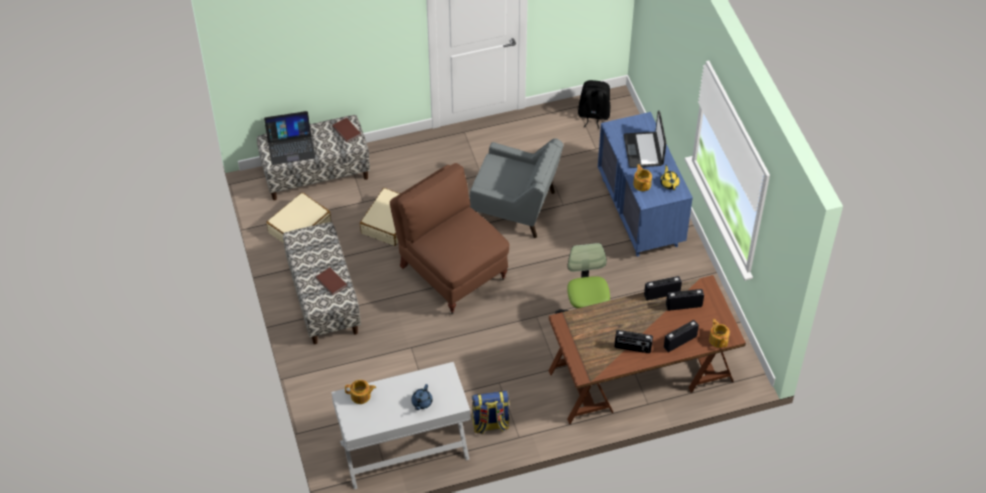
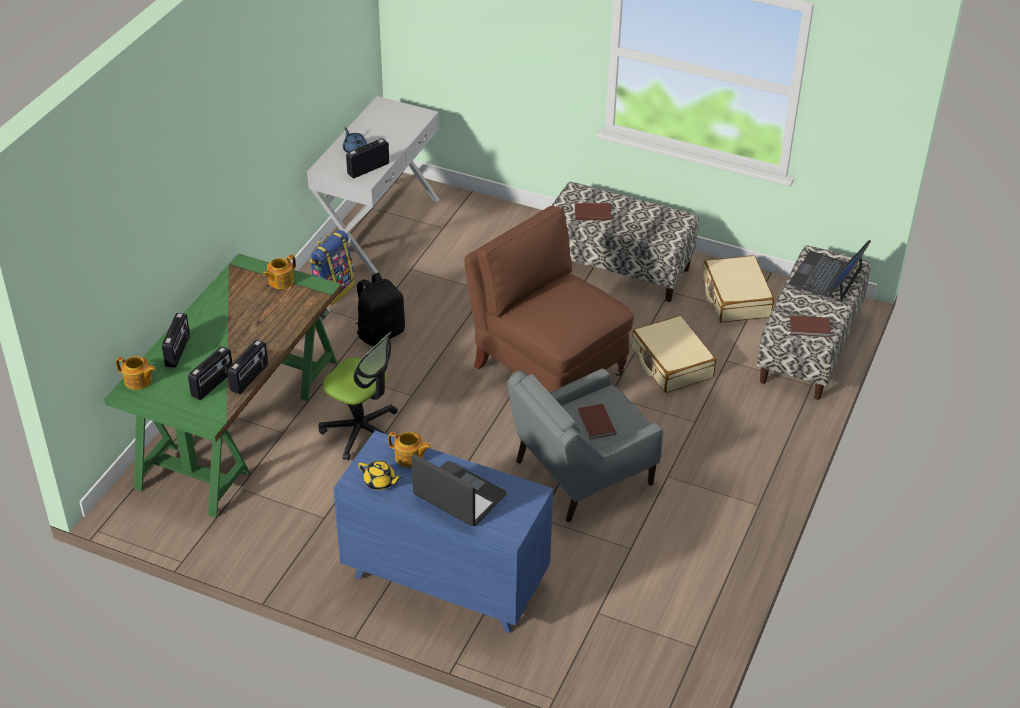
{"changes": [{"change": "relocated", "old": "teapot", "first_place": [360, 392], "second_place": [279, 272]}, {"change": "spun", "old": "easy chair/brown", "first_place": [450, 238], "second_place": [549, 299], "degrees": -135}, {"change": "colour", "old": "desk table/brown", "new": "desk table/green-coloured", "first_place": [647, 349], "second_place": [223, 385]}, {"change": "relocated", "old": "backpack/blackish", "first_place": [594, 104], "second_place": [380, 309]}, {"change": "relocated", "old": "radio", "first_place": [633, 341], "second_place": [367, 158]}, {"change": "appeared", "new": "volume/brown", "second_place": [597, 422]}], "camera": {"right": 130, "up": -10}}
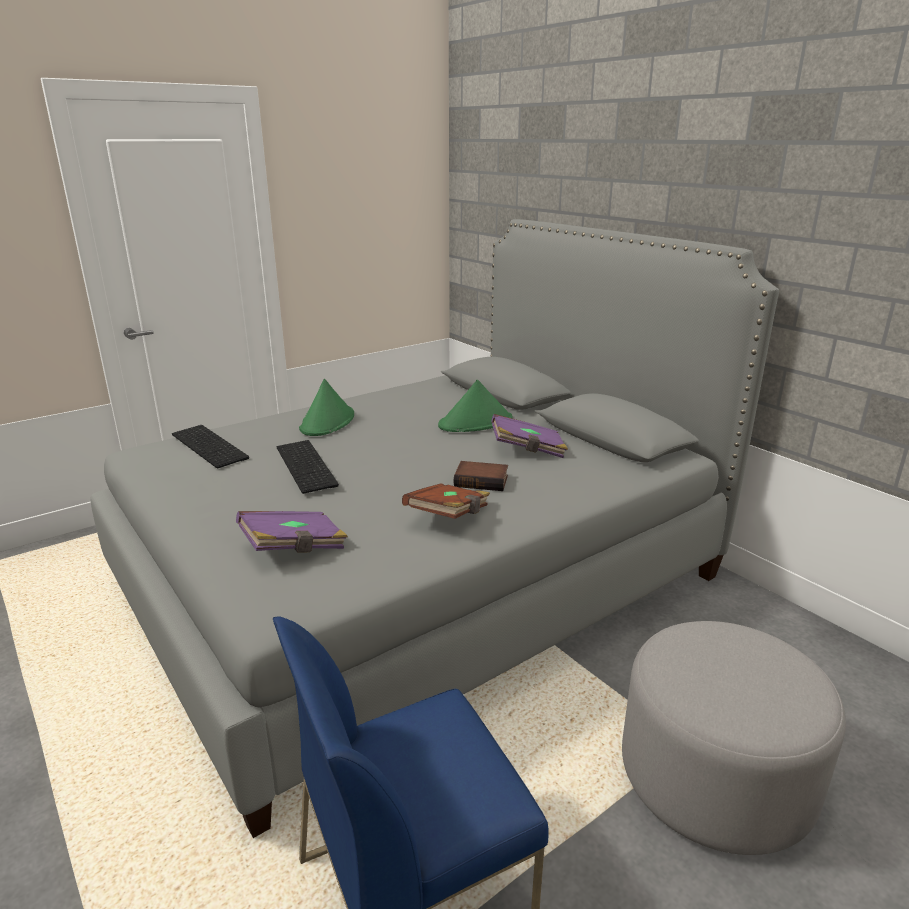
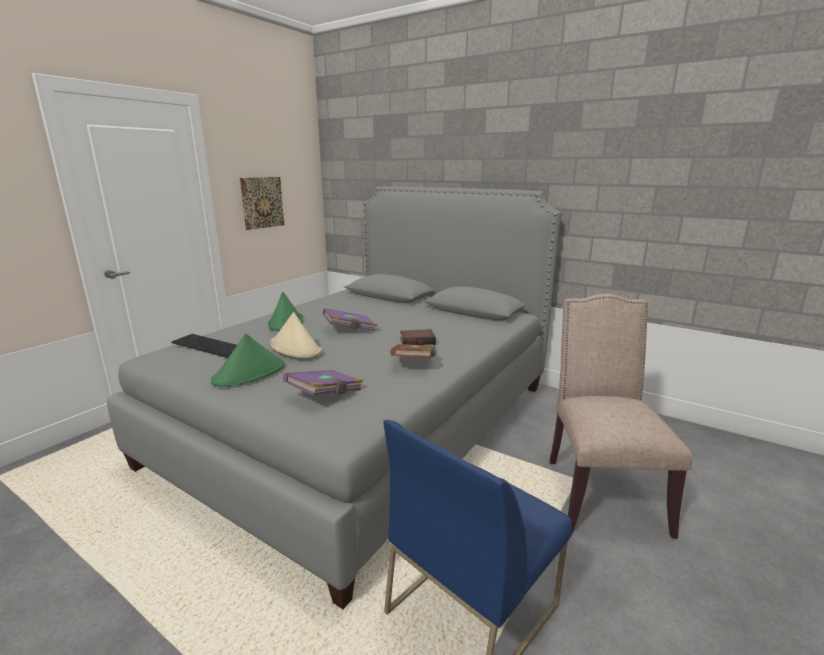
{"changes": [{"change": "exchanged", "old": "keyboard", "new": "hat/beige", "first_place": [308, 467], "second_place": [295, 335]}, {"change": "relocated", "old": "hat/green-coloured", "first_place": [475, 406], "second_place": [248, 360]}, {"change": "relocated", "old": "volume/purple-coloured", "first_place": [529, 436], "second_place": [349, 319]}, {"change": "exchanged", "old": "pouffe/gray", "new": "chair/beige", "first_place": [734, 738], "second_place": [621, 416]}, {"change": "appeared", "new": "picture", "second_place": [262, 203]}], "camera": {"right": -20, "up": -5}}
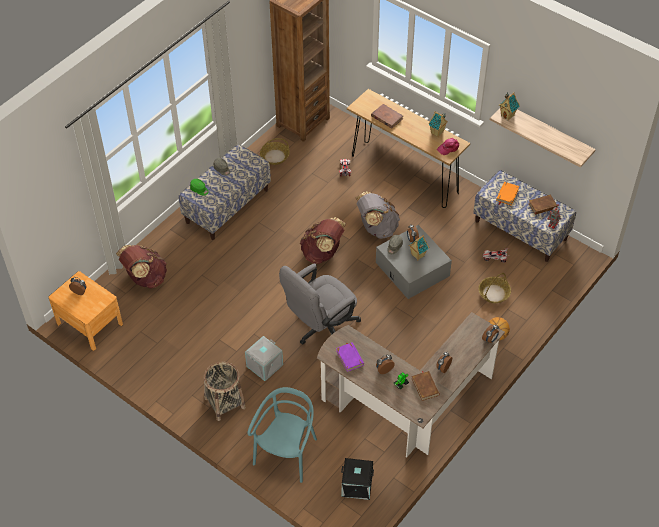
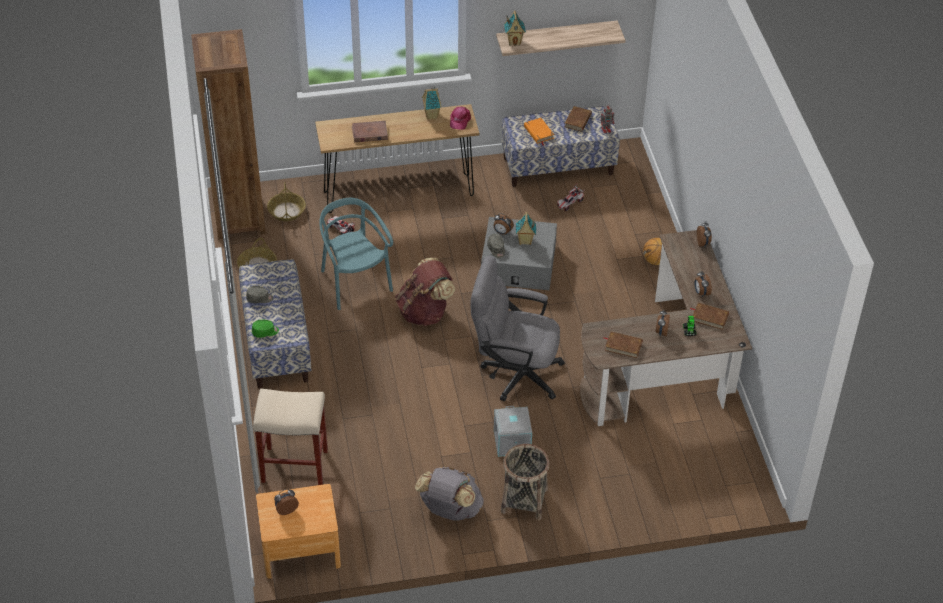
{"changes": [{"change": "exchanged", "old": "backpack/brown", "new": "stool/beige", "first_place": [141, 266], "second_place": [290, 437]}, {"change": "relocated", "old": "chair/turquoise-coloured", "first_place": [282, 435], "second_place": [356, 254]}, {"change": "spun", "old": "desk chair/gray", "first_place": [320, 304], "second_place": [518, 328], "degrees": 105}, {"change": "colour", "old": "volume/purple-coloured", "new": "volume/brown", "first_place": [350, 357], "second_place": [623, 344]}, {"change": "missing", "old": "storage box/blackish", "first_place": [357, 479]}, {"change": "relocated", "old": "backpack/gray", "first_place": [377, 215], "second_place": [449, 493]}, {"change": "relocated", "old": "storage basket", "first_place": [494, 288], "second_place": [286, 201]}], "camera": {"right": -50, "up": -5}}
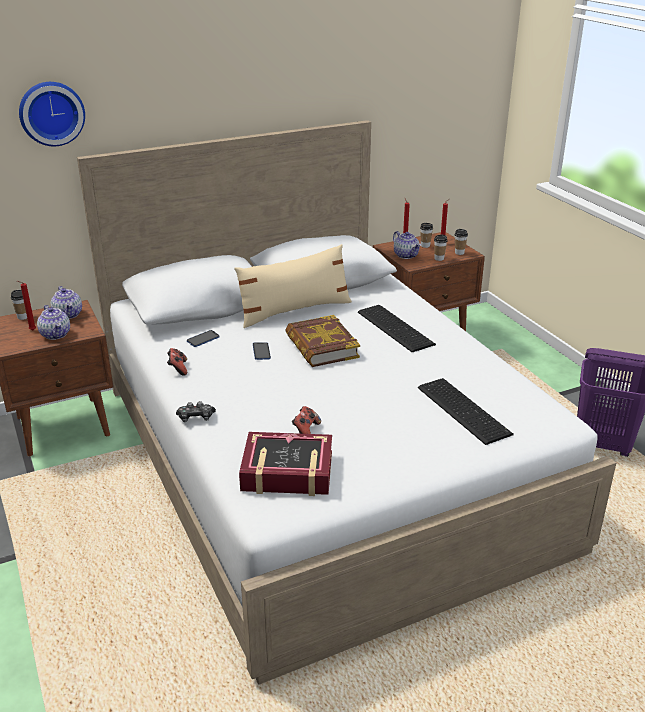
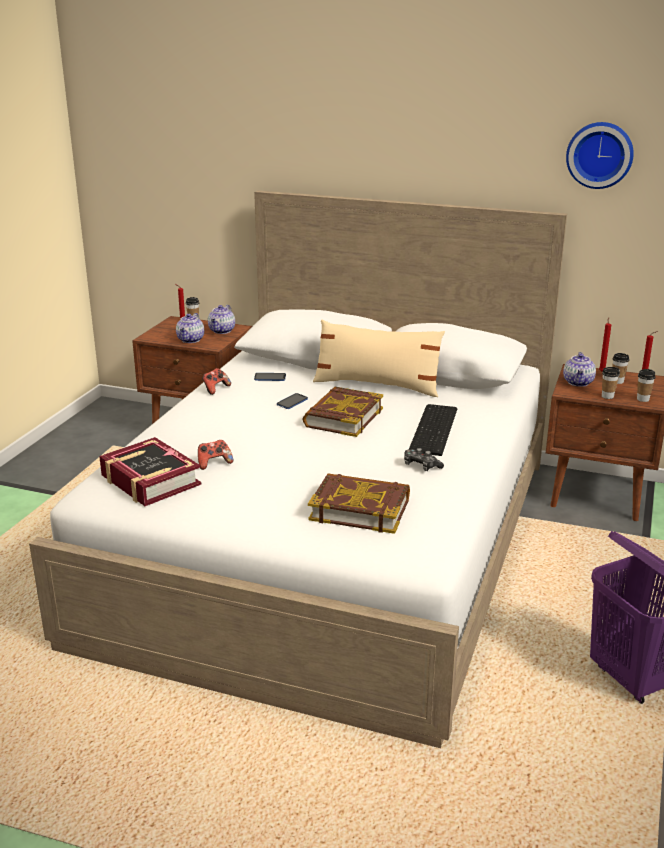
{"changes": [{"change": "relocated", "old": "wall clock", "first_place": [52, 114], "second_place": [600, 155]}, {"change": "relocated", "old": "game controller", "first_place": [196, 411], "second_place": [424, 459]}, {"change": "exchanged", "old": "keyboard", "new": "volume", "first_place": [466, 411], "second_place": [359, 503]}], "camera": {"right": 45, "up": -5}}
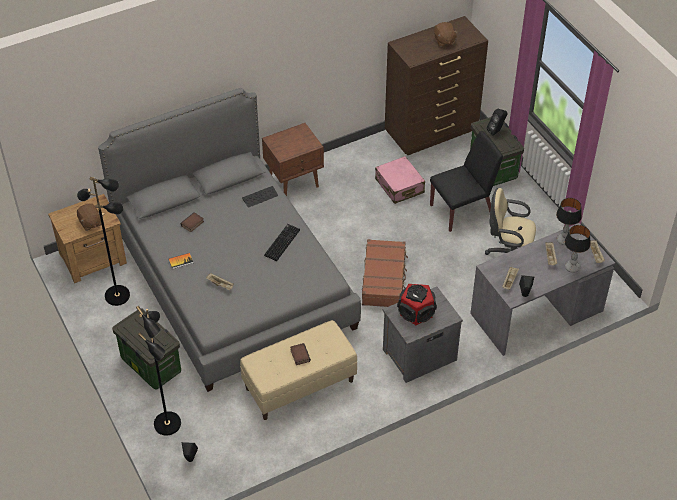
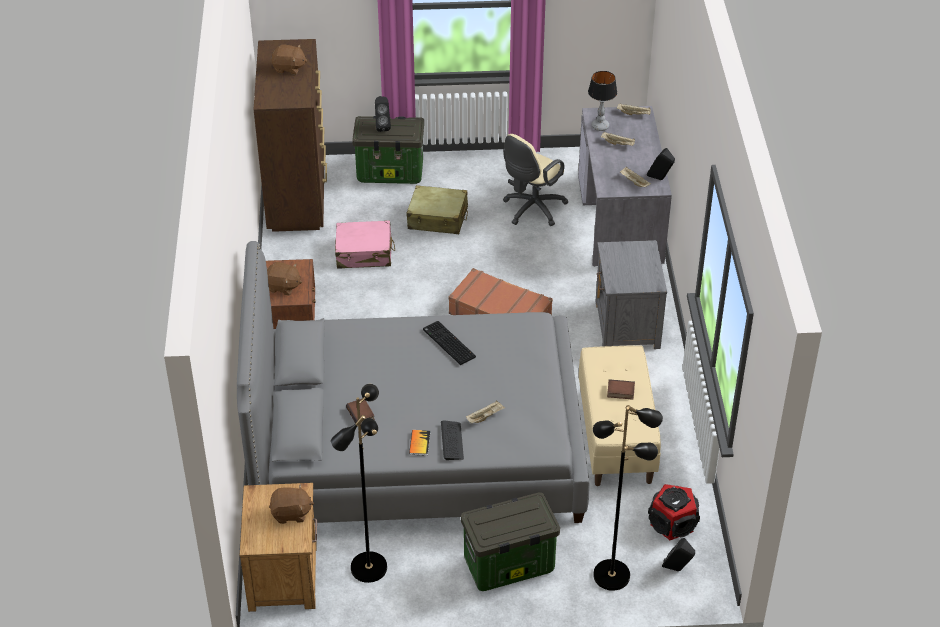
{"changes": [{"change": "relocated", "old": "keyboard", "first_place": [260, 196], "second_place": [452, 440]}, {"change": "relocated", "old": "loudspeaker", "first_place": [417, 304], "second_place": [674, 512]}, {"change": "exchanged", "old": "chair/blackish", "new": "piece of luggage/beige", "first_place": [466, 181], "second_place": [437, 209]}, {"change": "missing", "old": "tabletop lamp", "first_place": [578, 249]}, {"change": "appeared", "new": "cuddly toy/brown", "second_place": [284, 279]}], "camera": {"right": -65, "up": -5}}
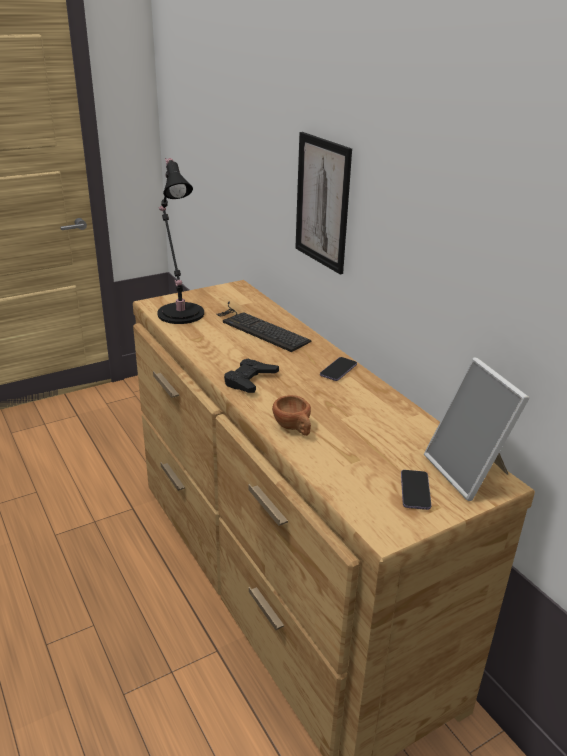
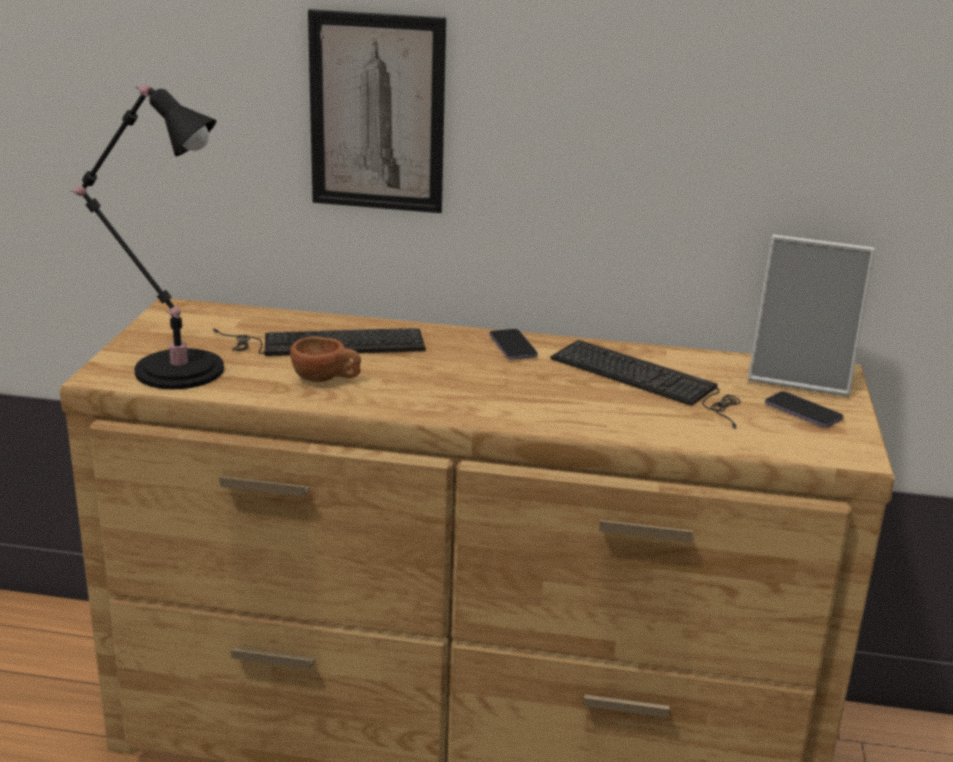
{"changes": [{"change": "missing", "old": "game controller/blackish", "first_place": [251, 376]}, {"change": "relocated", "old": "small cup/brown", "first_place": [291, 415], "second_place": [325, 359]}, {"change": "appeared", "new": "keyboard", "second_place": [645, 384]}], "camera": {"right": -50, "up": -5}}
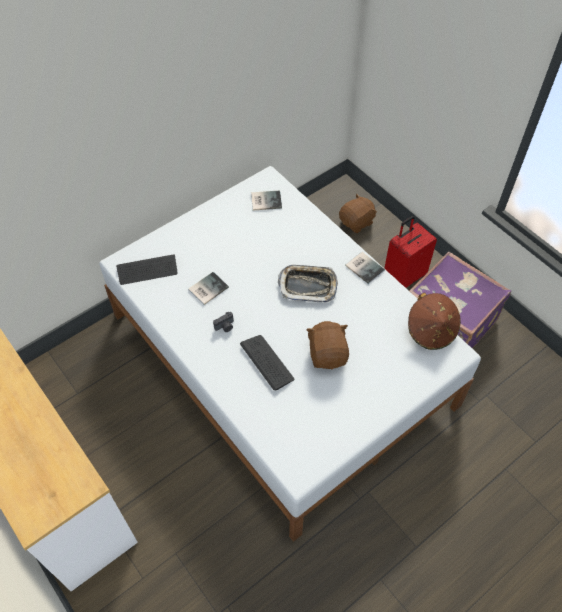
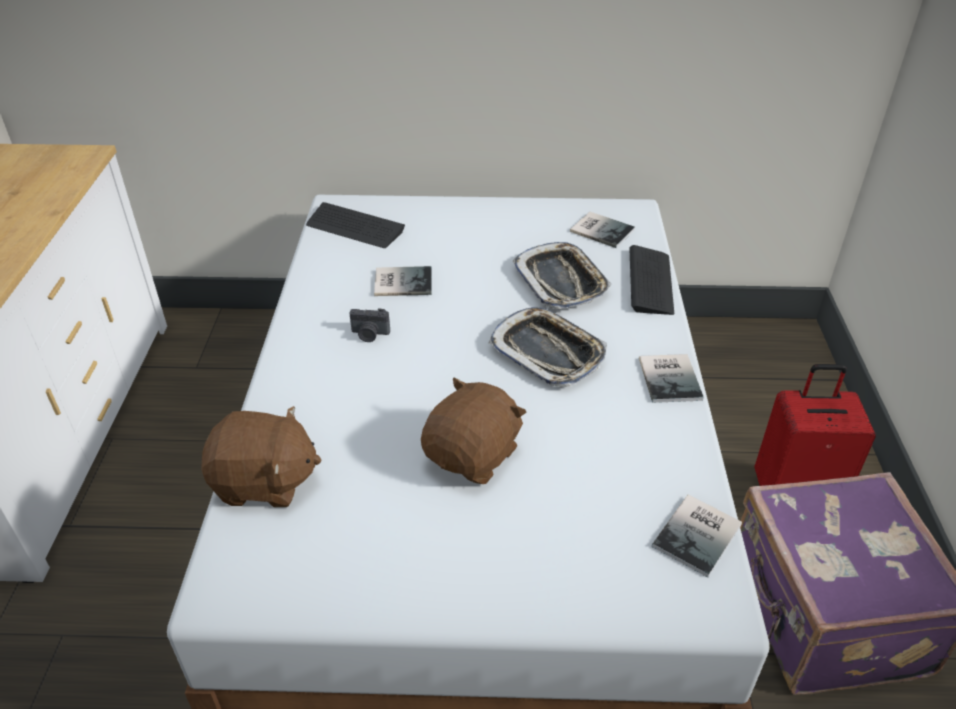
{"changes": [{"change": "relocated", "old": "keyboard", "first_place": [267, 362], "second_place": [651, 280]}, {"change": "relocated", "old": "cuddly toy/brown", "first_place": [358, 213], "second_place": [261, 456]}, {"change": "exchanged", "old": "hat/brown", "new": "volume", "first_place": [434, 321], "second_place": [697, 536]}, {"change": "appeared", "new": "carrying tray", "second_place": [562, 275]}], "camera": {"right": 40, "up": -15}}
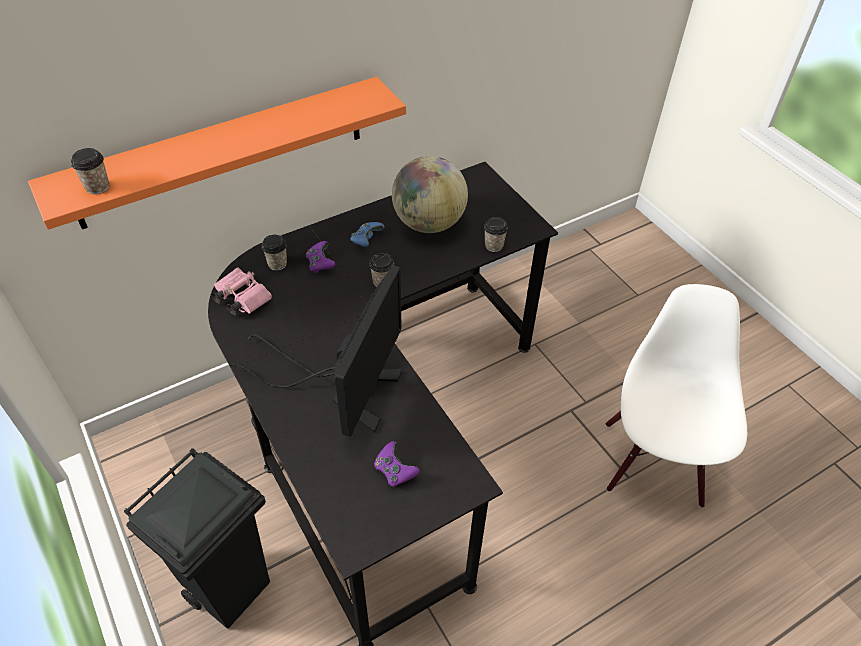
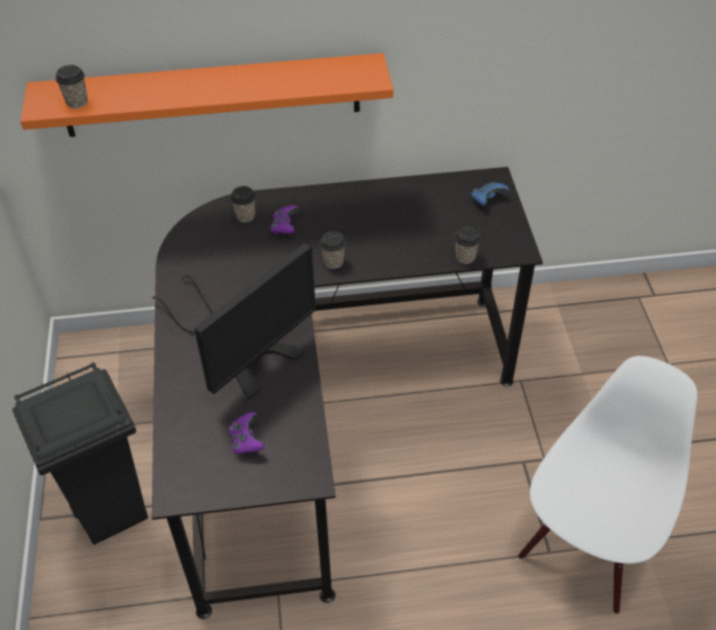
{"changes": [{"change": "missing", "old": "field glasses/pinkish", "first_place": [241, 291]}, {"change": "relocated", "old": "game controller/blue", "first_place": [367, 234], "second_place": [490, 193]}, {"change": "missing", "old": "globe", "first_place": [430, 194]}], "camera": {"right": 25, "up": 0}}
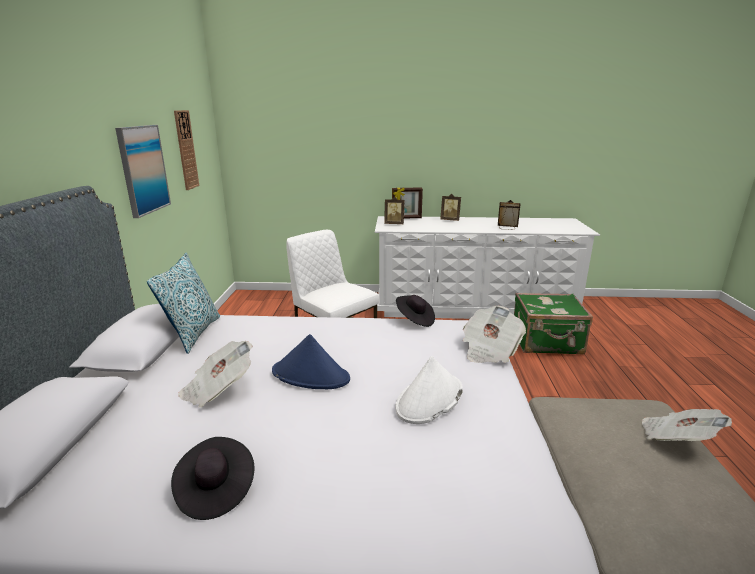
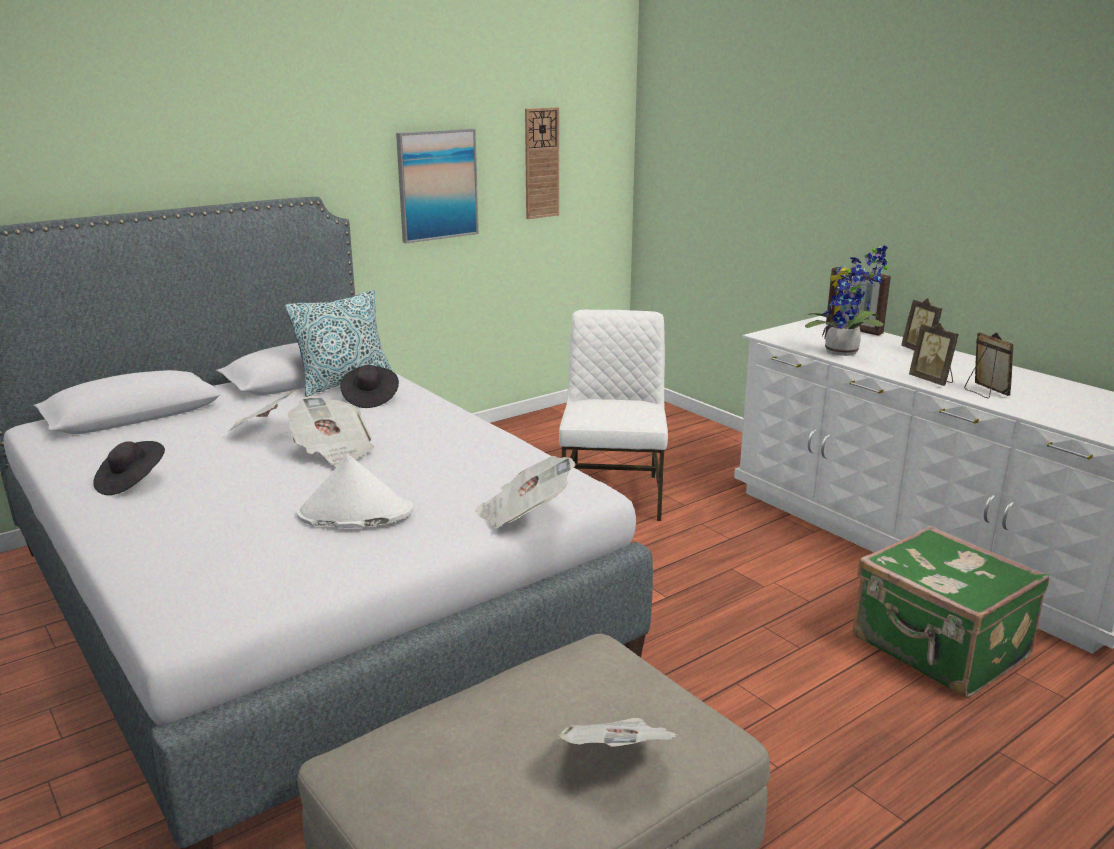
{"changes": [{"change": "exchanged", "old": "hat/blue", "new": "newspaper", "first_place": [311, 361], "second_place": [330, 431]}, {"change": "relocated", "old": "photo frame", "first_place": [394, 210], "second_place": [934, 354]}, {"change": "relocated", "old": "hat/blackish", "first_place": [415, 311], "second_place": [369, 386]}, {"change": "appeared", "new": "plant in a pot", "second_place": [847, 301]}], "camera": {"right": 50, "up": 0}}
